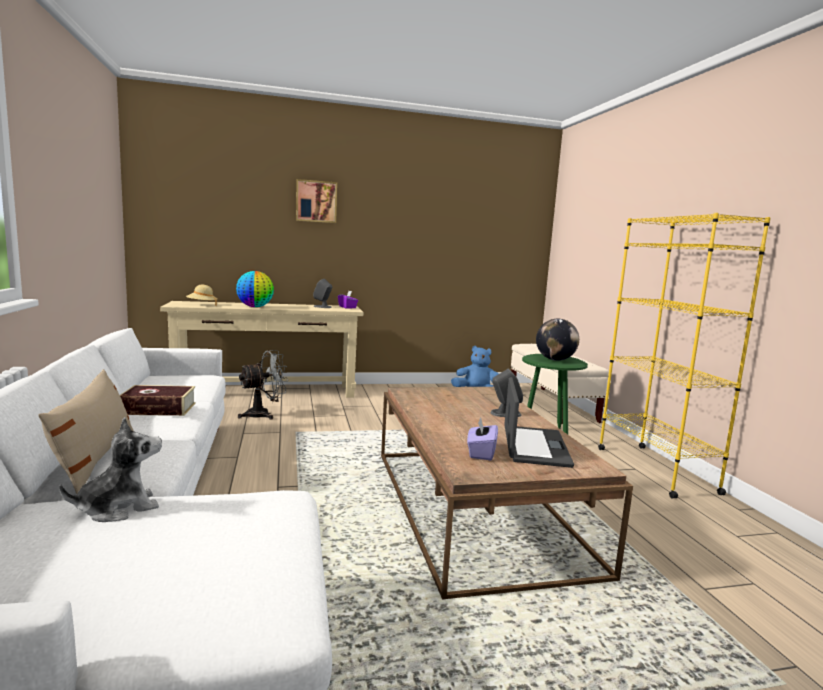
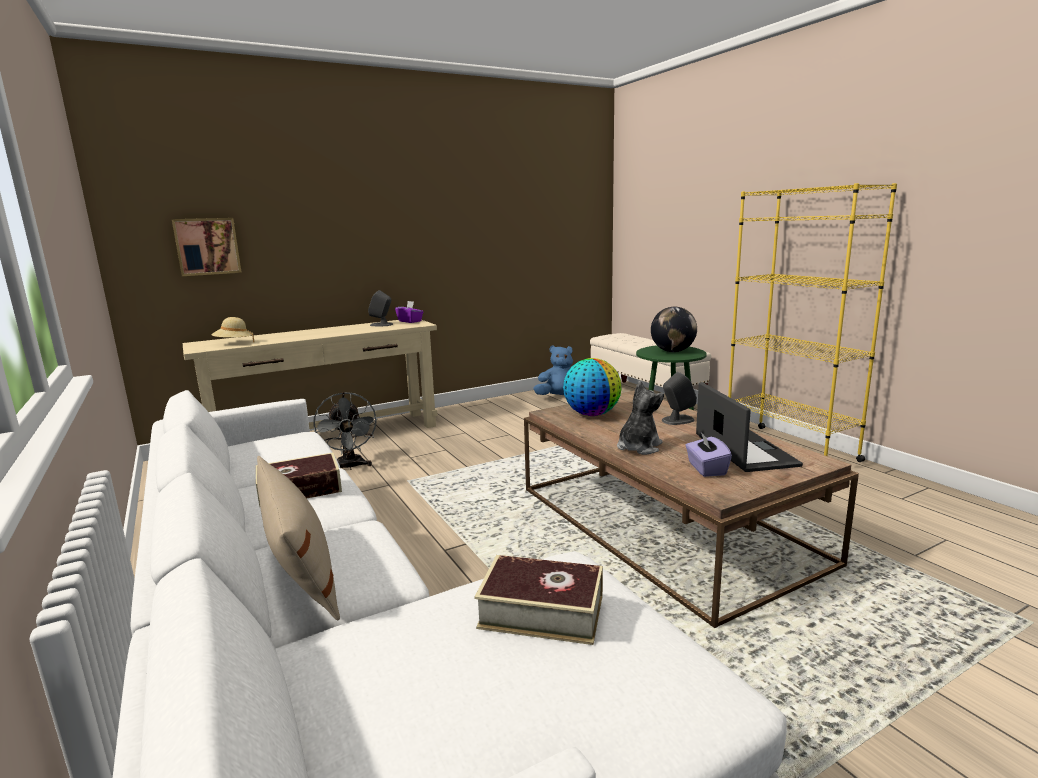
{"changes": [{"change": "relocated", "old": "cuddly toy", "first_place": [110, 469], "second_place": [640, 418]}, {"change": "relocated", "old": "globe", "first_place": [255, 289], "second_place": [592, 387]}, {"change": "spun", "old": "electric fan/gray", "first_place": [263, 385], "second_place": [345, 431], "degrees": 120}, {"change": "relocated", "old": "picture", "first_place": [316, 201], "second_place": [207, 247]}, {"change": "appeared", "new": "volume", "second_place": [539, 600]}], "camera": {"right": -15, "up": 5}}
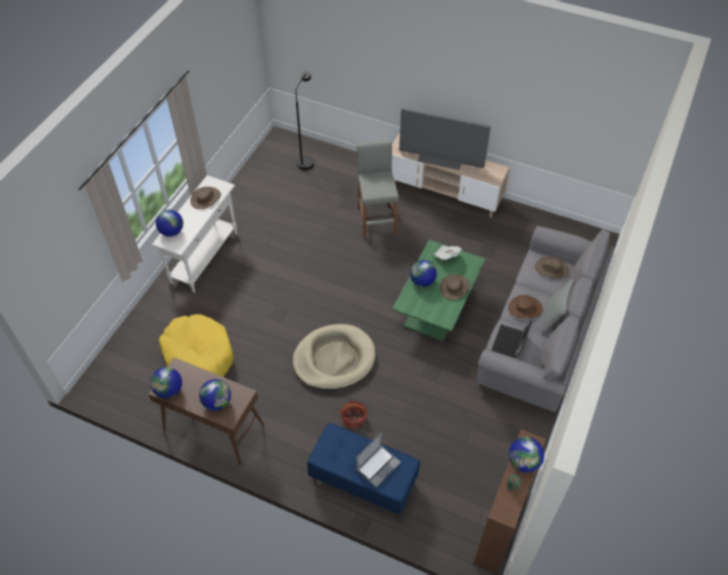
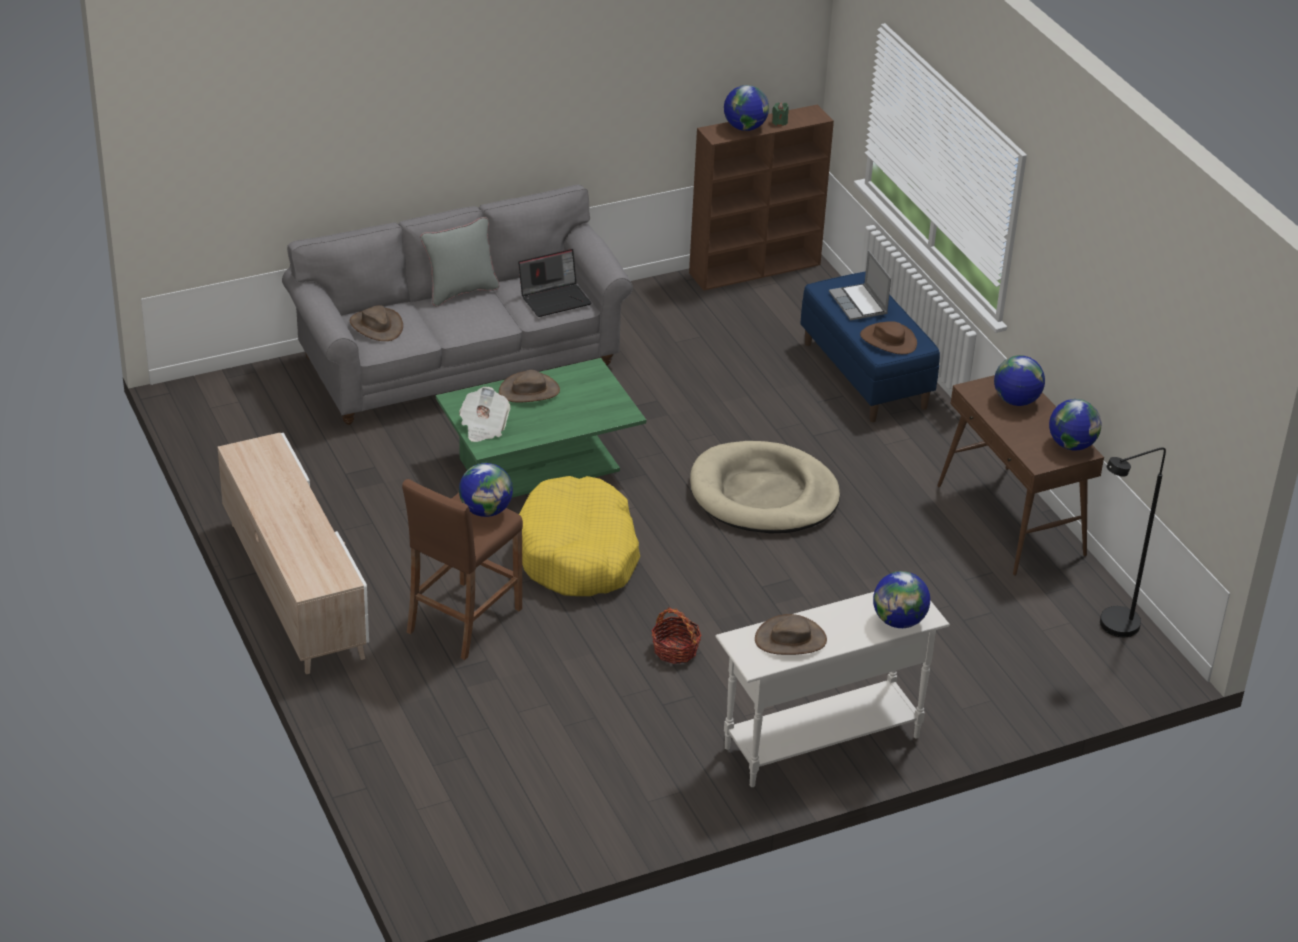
{"changes": [{"change": "relocated", "old": "dog bed/yellow", "first_place": [196, 345], "second_place": [579, 536]}, {"change": "relocated", "old": "standard lamp/blackish", "first_place": [305, 120], "second_place": [1133, 542]}, {"change": "relocated", "old": "storage basket", "first_place": [354, 415], "second_place": [676, 635]}, {"change": "colour", "old": "stool/gray", "new": "stool/brown", "first_place": [377, 189], "second_place": [462, 569]}, {"change": "spun", "old": "laptop", "first_place": [378, 460], "second_place": [860, 285], "degrees": -105}, {"change": "missing", "old": "TV set", "first_place": [445, 139]}, {"change": "relocated", "old": "globe", "first_place": [423, 273], "second_place": [486, 490]}, {"change": "relocated", "old": "hat/brown", "first_place": [525, 307], "second_place": [888, 337]}], "camera": {"right": -140, "up": -15}}
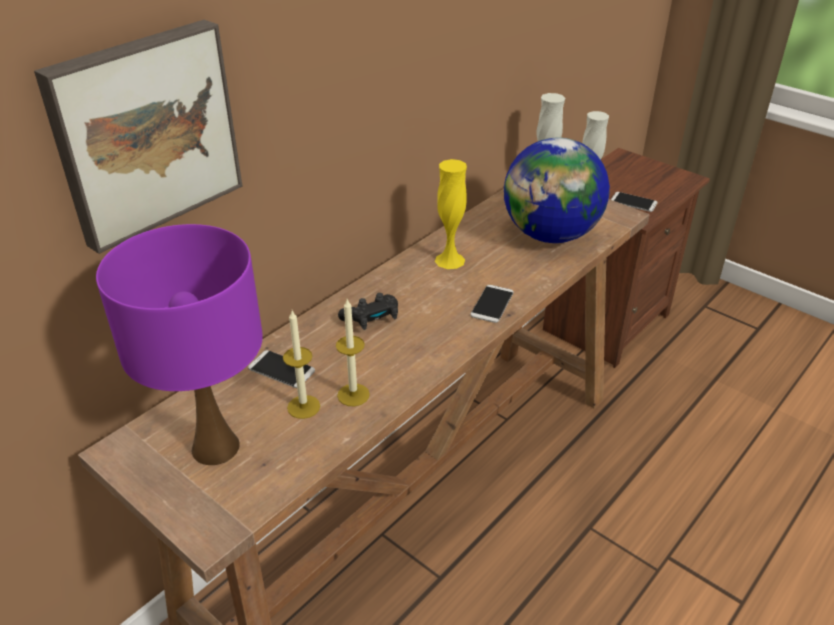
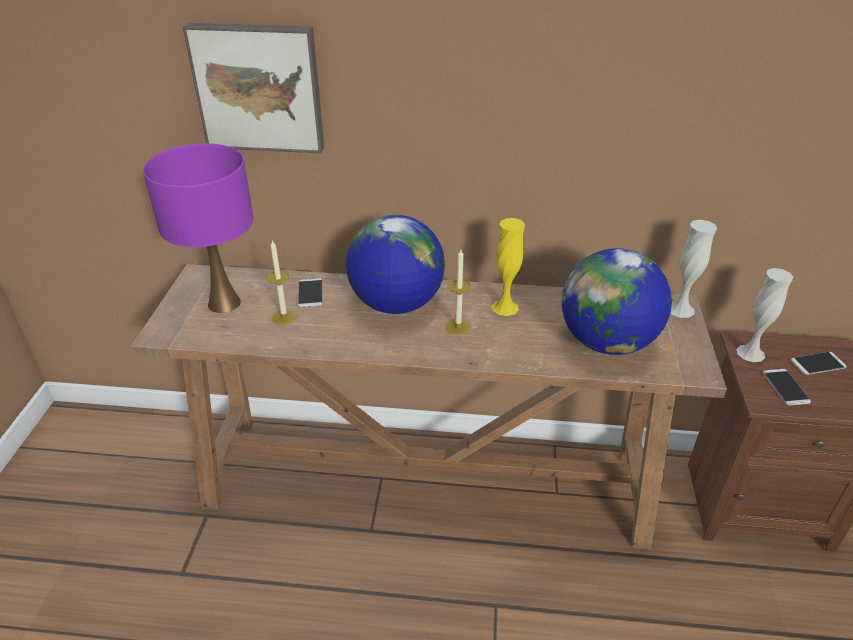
{"changes": [{"change": "relocated", "old": "candle", "first_place": [353, 352], "second_place": [458, 292]}, {"change": "exchanged", "old": "game controller/blackish", "new": "globe", "first_place": [368, 311], "second_place": [395, 264]}, {"change": "relocated", "old": "telephone", "first_place": [492, 304], "second_place": [819, 363]}], "camera": {"right": 55, "up": 0}}
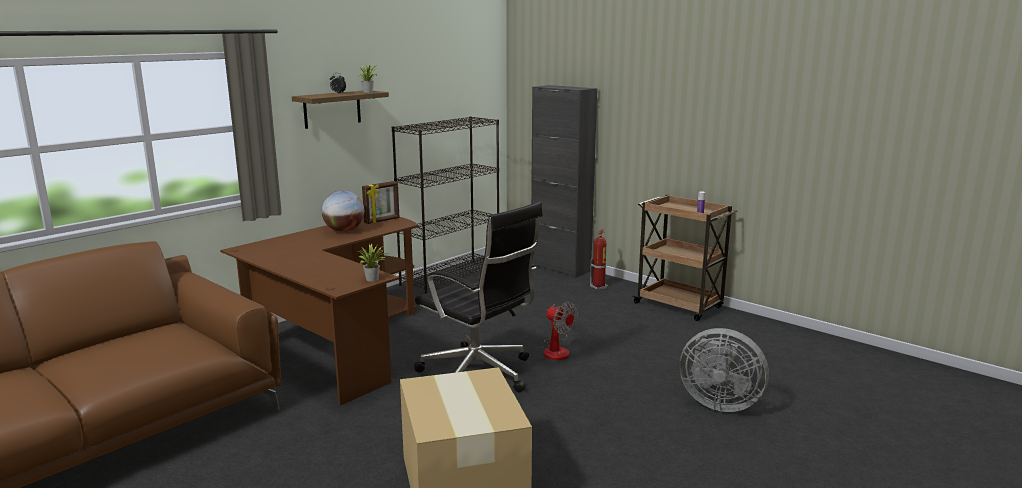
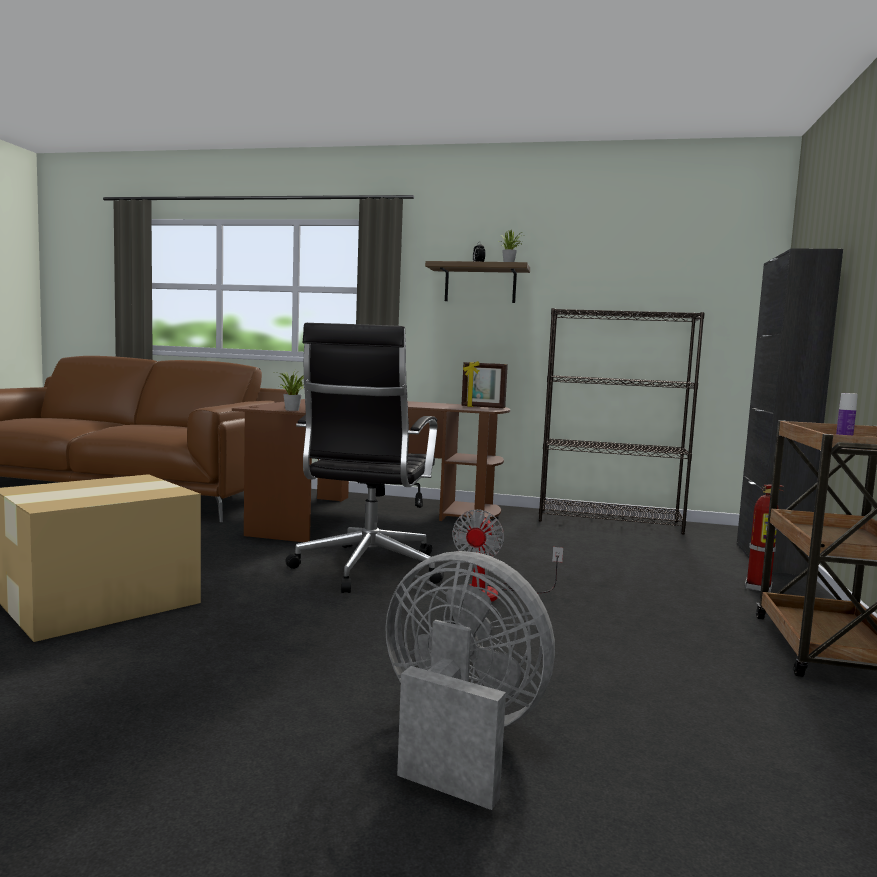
{"changes": [{"change": "missing", "old": "globe", "first_place": [343, 211]}, {"change": "spun", "old": "electric fan/gray", "first_place": [724, 370], "second_place": [470, 680], "degrees": 120}], "camera": {"right": 60, "up": -10}}
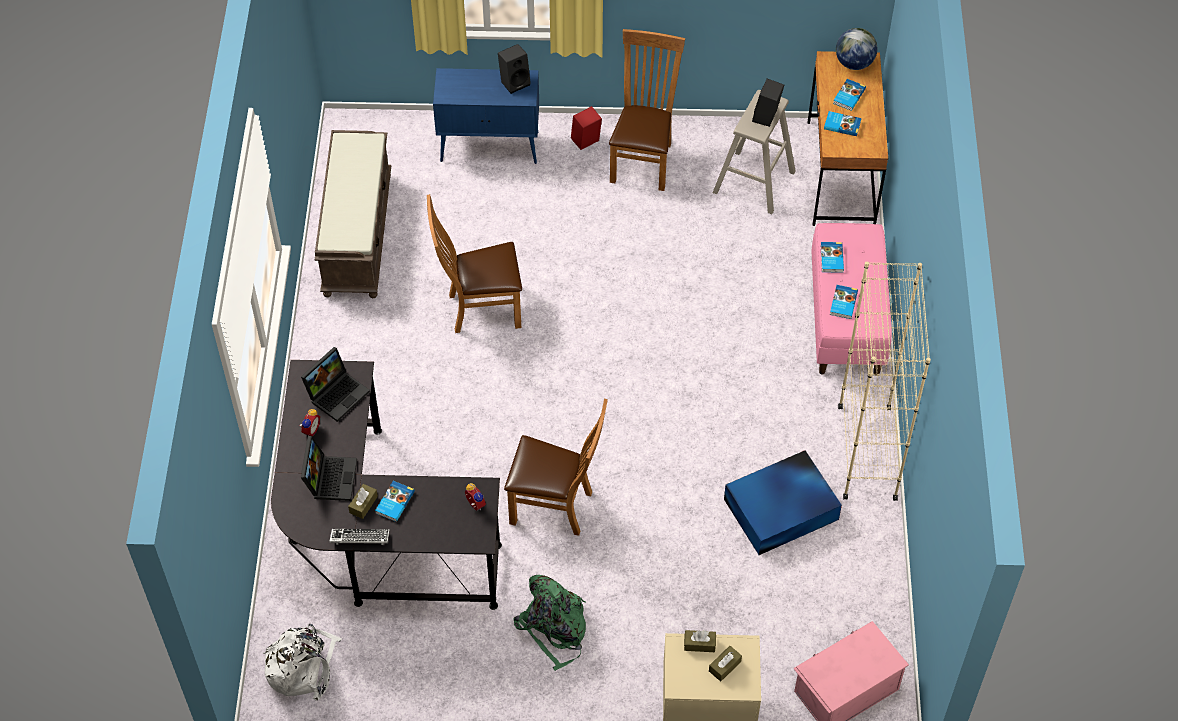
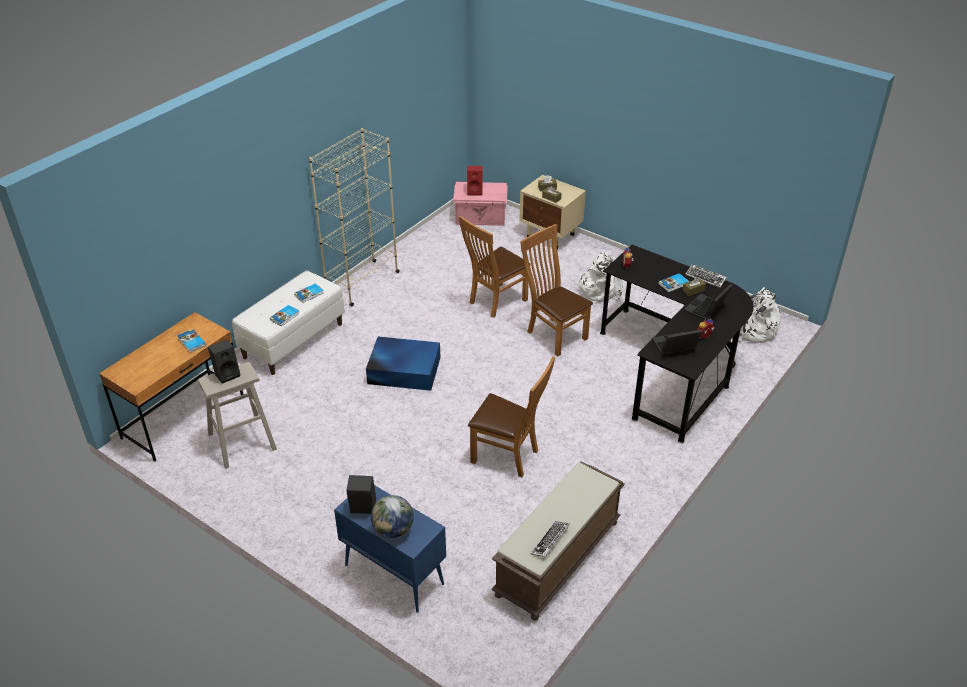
{"changes": [{"change": "colour", "old": "backpack/green-coloured", "new": "backpack/white", "first_place": [549, 623], "second_place": [600, 277]}, {"change": "relocated", "old": "loudspeaker/red-coloured", "first_place": [586, 128], "second_place": [475, 181]}, {"change": "relocated", "old": "chair/brown", "first_place": [647, 110], "second_place": [494, 267]}, {"change": "relocated", "old": "storage box/blue", "first_place": [783, 502], "second_place": [403, 364]}, {"change": "colour", "old": "long seat/pinkish", "new": "long seat/white", "first_place": [851, 299], "second_place": [288, 323]}, {"change": "missing", "old": "volume", "first_place": [849, 95]}, {"change": "relocated", "old": "globe", "first_place": [856, 49], "second_place": [392, 516]}, {"change": "appeared", "new": "keyboard", "second_place": [550, 539]}], "camera": {"right": -145, "up": -15}}
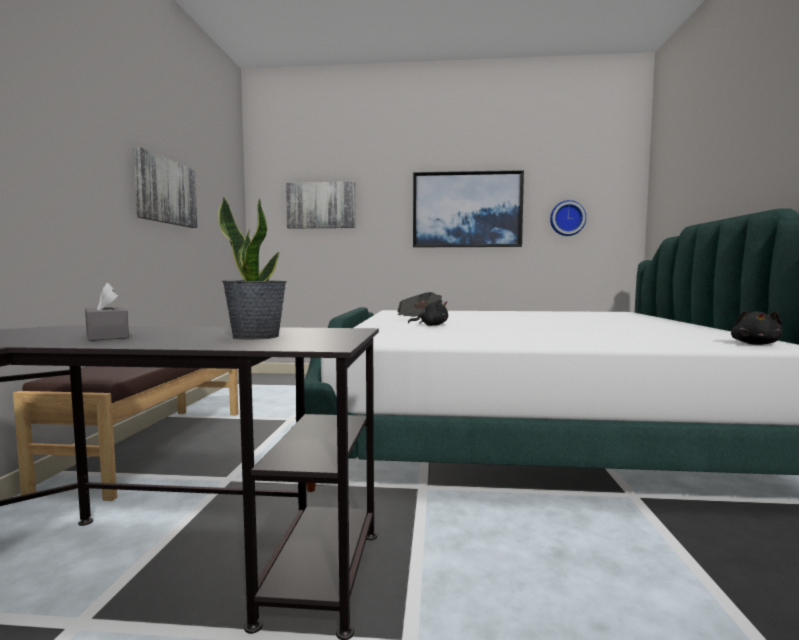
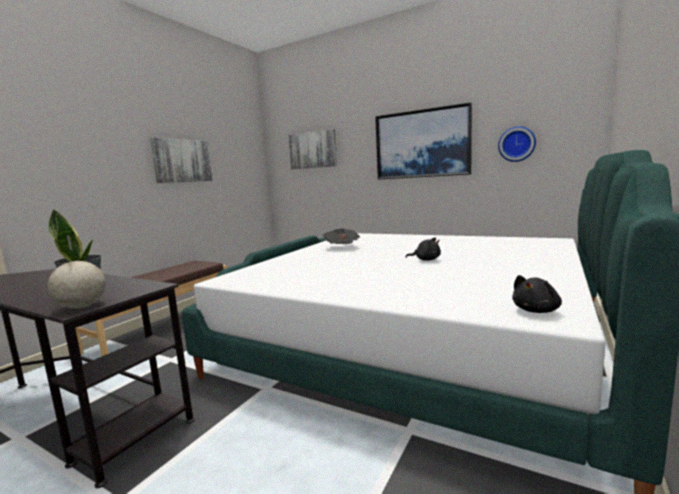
{"changes": [{"change": "missing", "old": "box of tissues/gray", "first_place": [107, 312]}, {"change": "relocated", "old": "cuddly toy/blackish", "first_place": [428, 313], "second_place": [423, 249]}, {"change": "appeared", "new": "globe", "second_place": [77, 272]}], "camera": {"right": 25, "up": 5}}
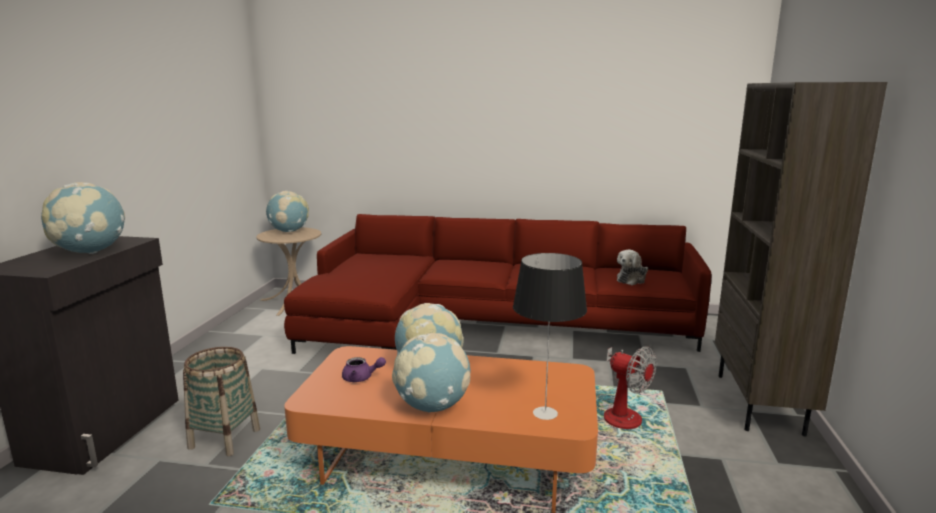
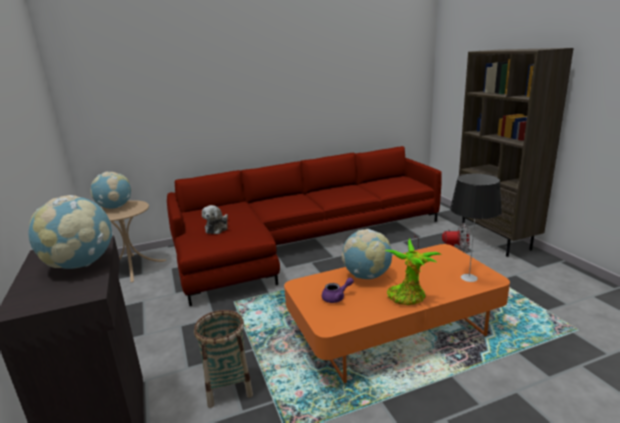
{"changes": [{"change": "exchanged", "old": "globe", "new": "plant in a pot", "first_place": [431, 372], "second_place": [413, 271]}, {"change": "relocated", "old": "cuddly toy", "first_place": [632, 267], "second_place": [215, 219]}], "camera": {"right": -30, "up": 5}}
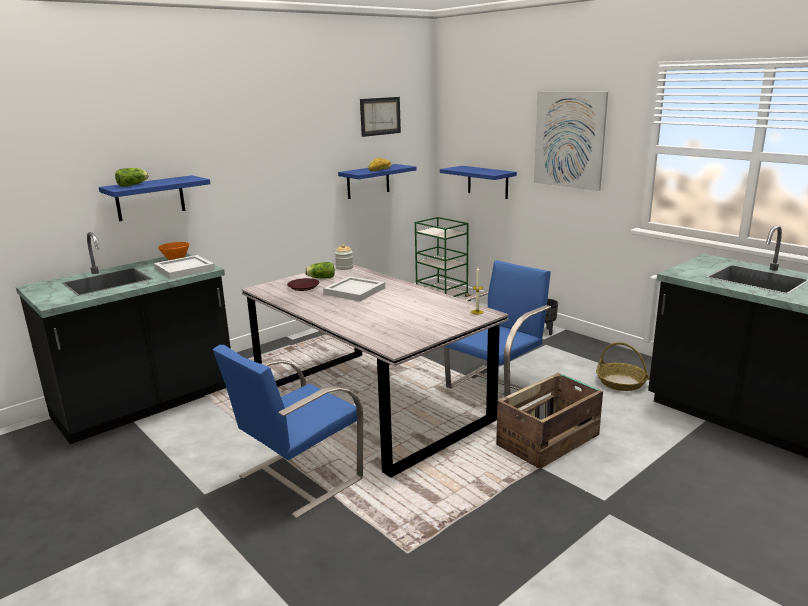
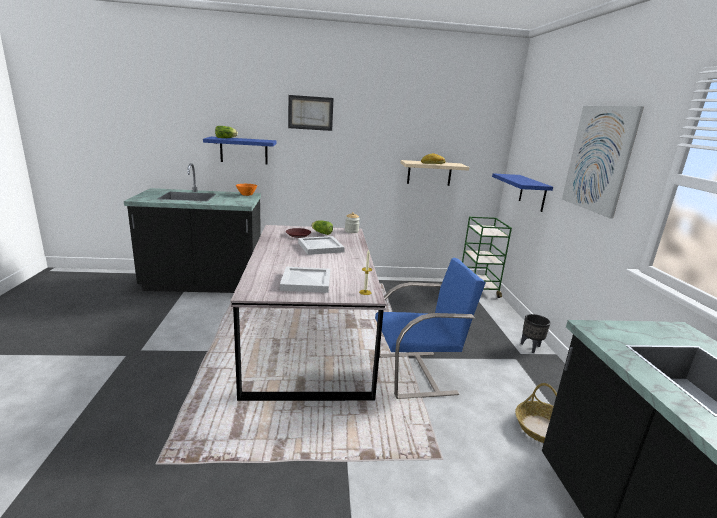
{"changes": [{"change": "relocated", "old": "carrying tray/white", "first_place": [184, 267], "second_place": [305, 280]}, {"change": "missing", "old": "chair/blue", "first_place": [288, 432]}, {"change": "colour", "old": "bracket shelf/blue", "new": "bracket shelf/beige", "first_place": [377, 181], "second_place": [435, 173]}, {"change": "relocated", "old": "picture", "first_place": [380, 117], "second_place": [311, 113]}, {"change": "missing", "old": "packing crate", "first_place": [549, 421]}], "camera": {"right": 35, "up": 0}}
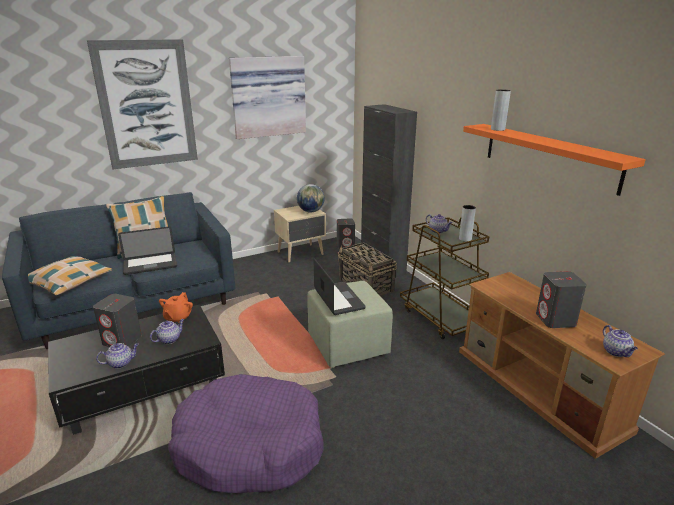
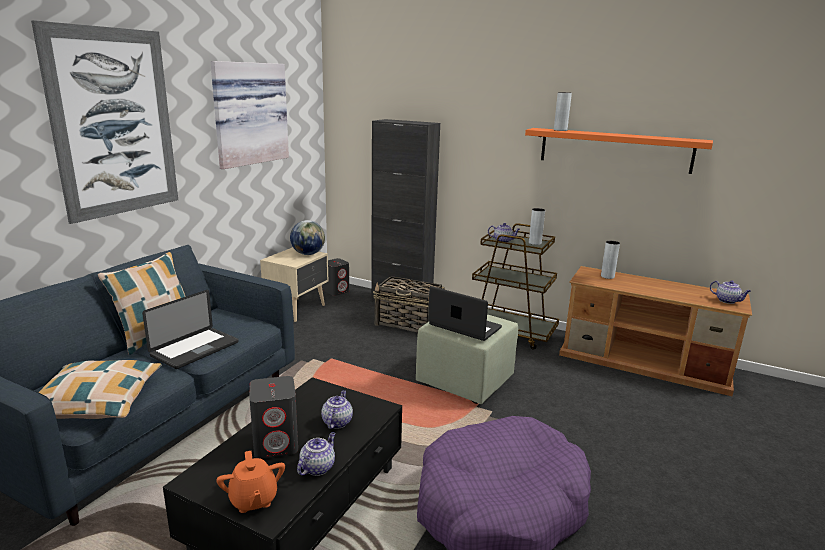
{"changes": [{"change": "relocated", "old": "teapot/orangey", "first_place": [176, 307], "second_place": [250, 482]}, {"change": "missing", "old": "loudspeaker/gray", "first_place": [561, 299]}, {"change": "appeared", "new": "vase/gray", "second_place": [610, 260]}], "camera": {"right": -35, "up": -5}}
